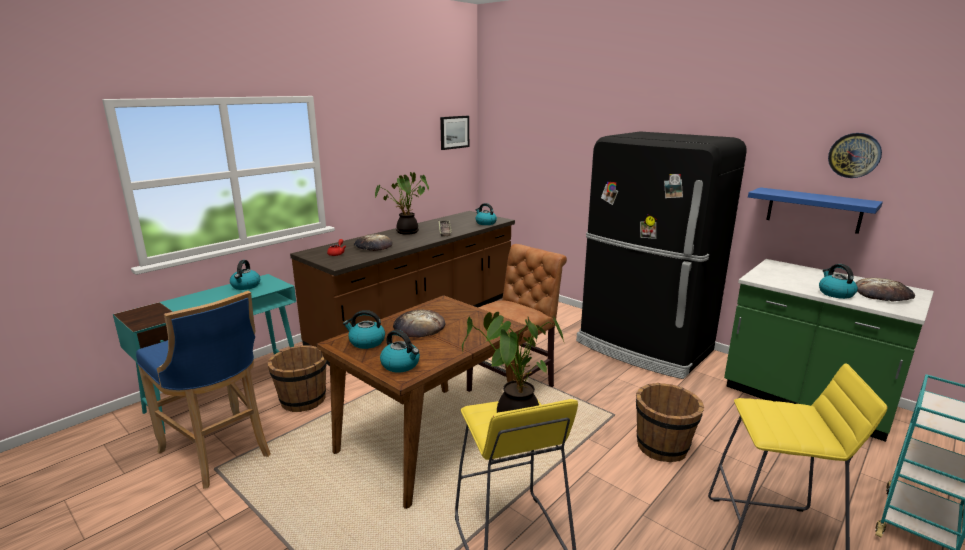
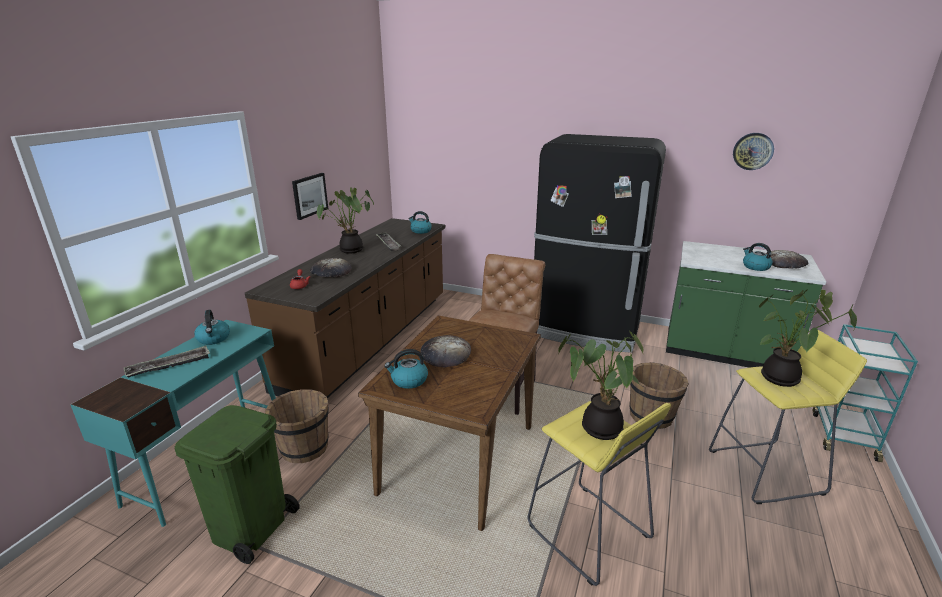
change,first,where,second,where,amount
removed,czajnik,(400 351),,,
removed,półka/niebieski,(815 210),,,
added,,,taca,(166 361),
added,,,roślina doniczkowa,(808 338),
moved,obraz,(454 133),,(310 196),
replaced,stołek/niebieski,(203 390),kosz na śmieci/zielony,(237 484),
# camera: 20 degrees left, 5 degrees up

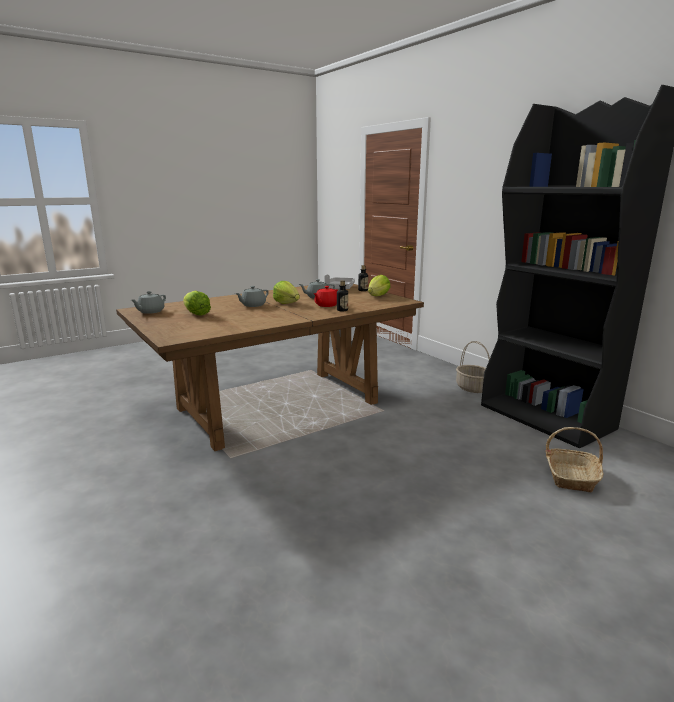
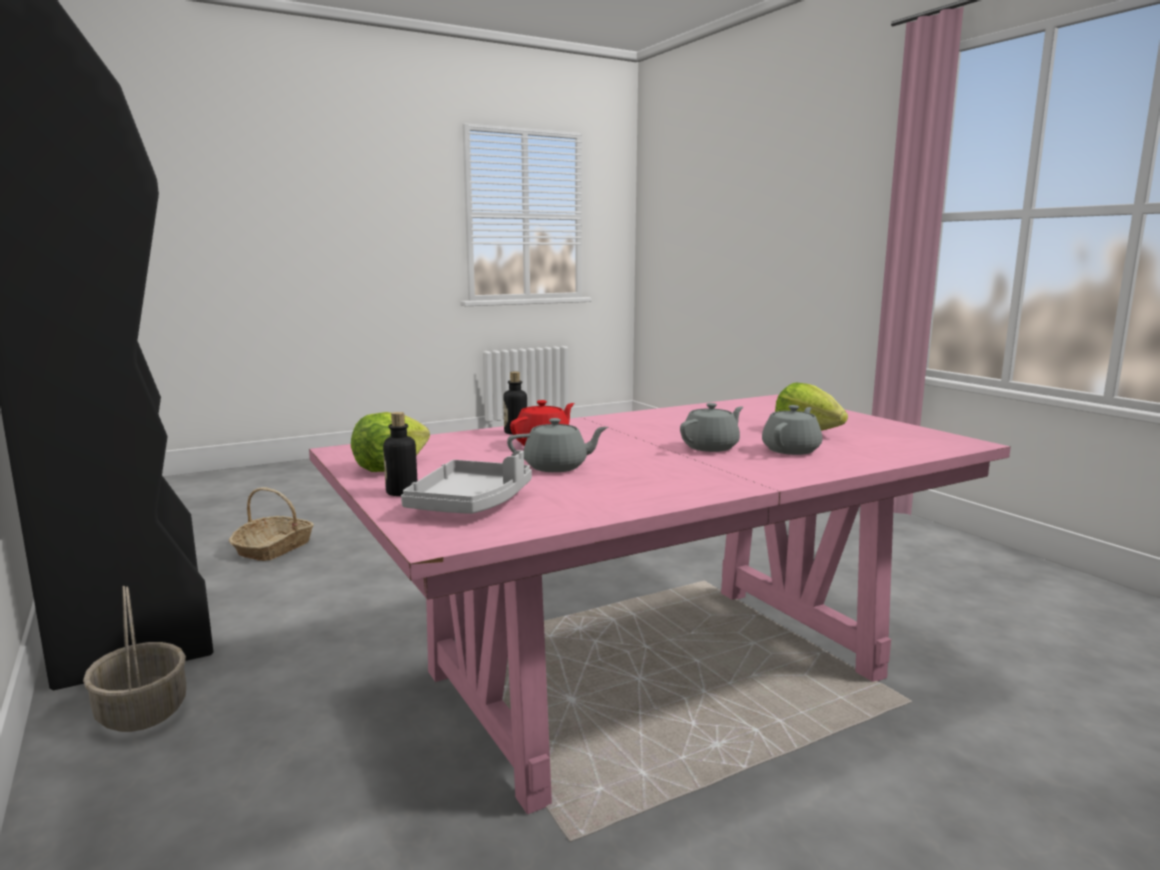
change,first,where,second,where,amount
removed,sałata,(286 292),,,
moved,imbryk/szary,(148 302),,(792 430),
recoloured,stół jadalny/brązowy,(270 367),stół jadalny/różowy,(660 604),
# camera: 175 degrees left, 5 degrees down

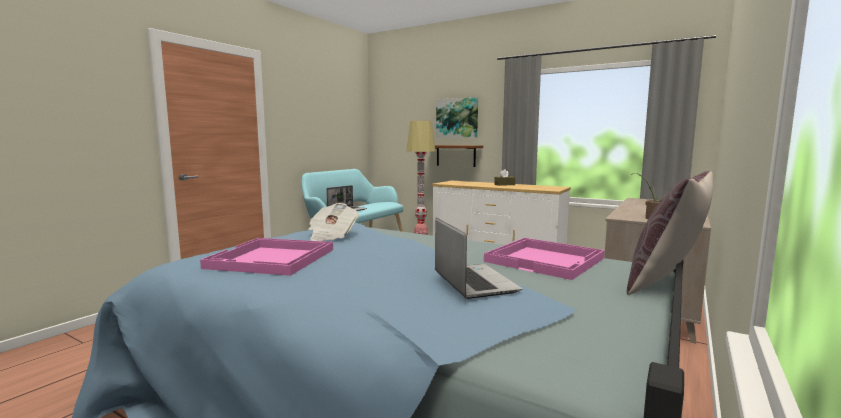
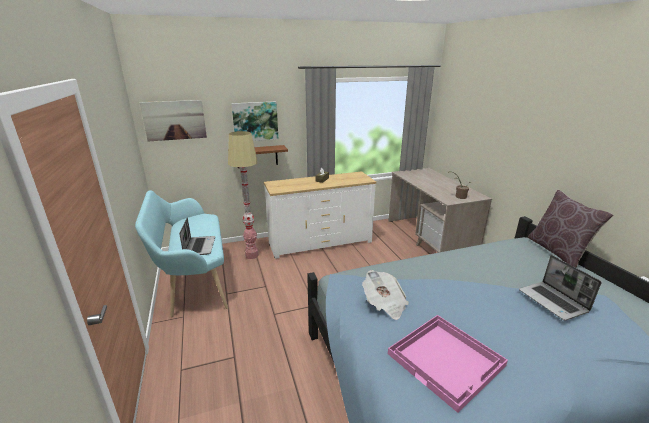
change,first,where,second,where,amount
removed,taca/różowy,(544 259),,,
added,,,obraz,(173 120),
turned,laptop,(479 258),,(560 288),135 degrees counterclockwise
# camera: 50 degrees left, 15 degrees up

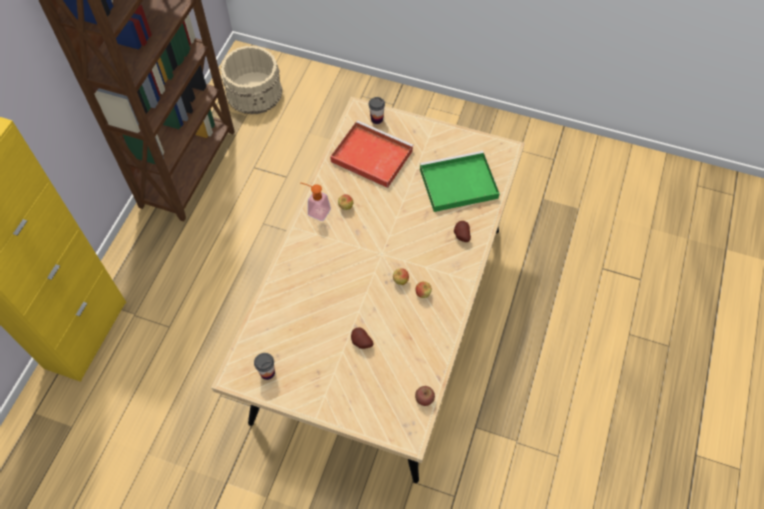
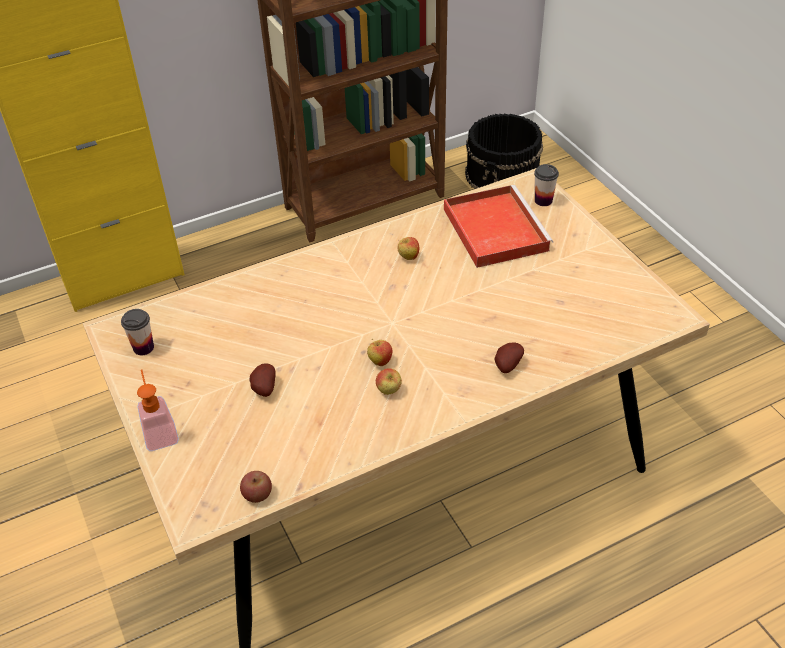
change,first,where,second,where,amount
removed,taca/zielony,(460 181),,,
moved,dozownik mydła,(315 201),,(158 410),
recoloured,wiadro/beżowy,(252 80),wiadro/czarny,(504 151),
# camera: 45 degrees right, 15 degrees down

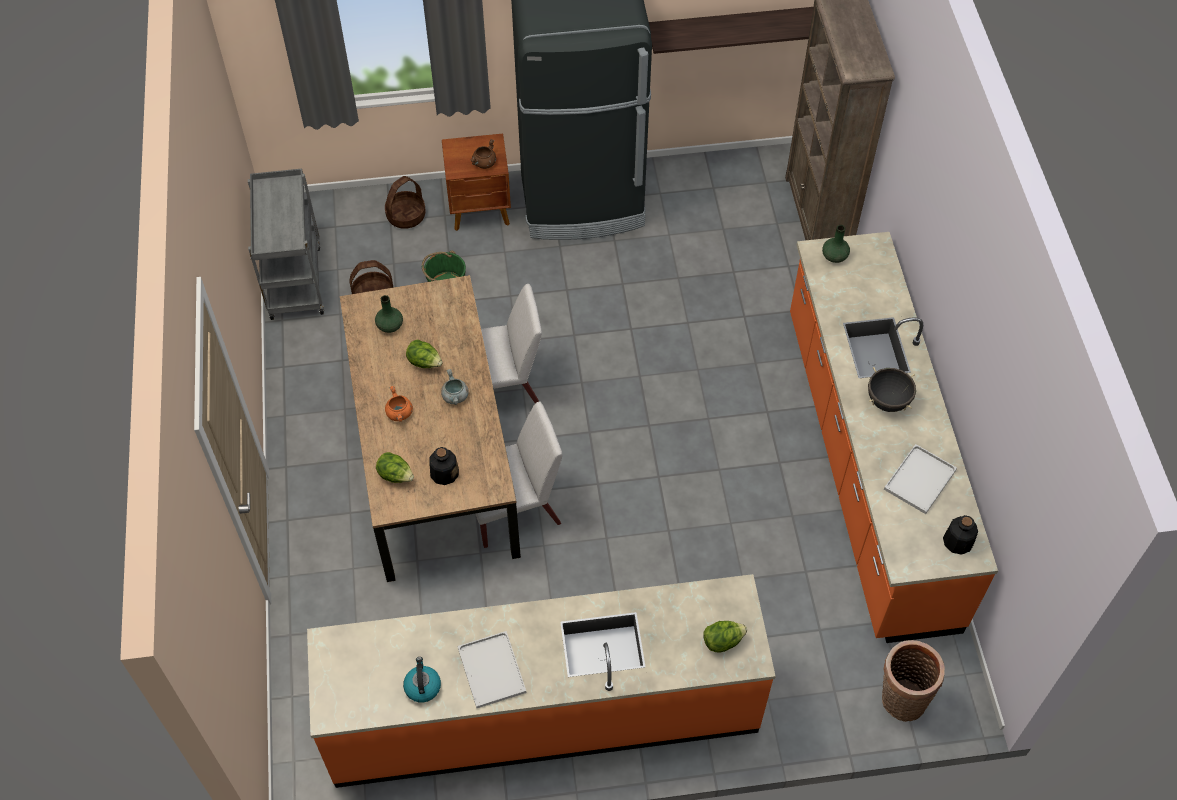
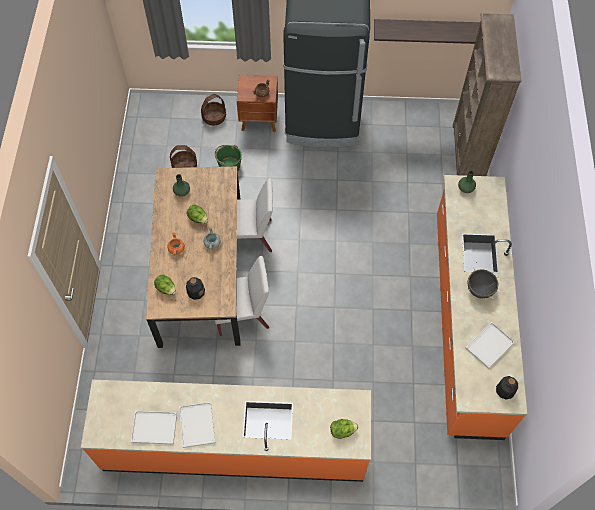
change,first,where,second,where,amount
removed,wózek/szary,(286 244),,,
removed,koszyk,(913 681),,,
replaced,czajnik,(422 679),taca/biały,(154 427),
# camera: 10 degrees right, 5 degrees up

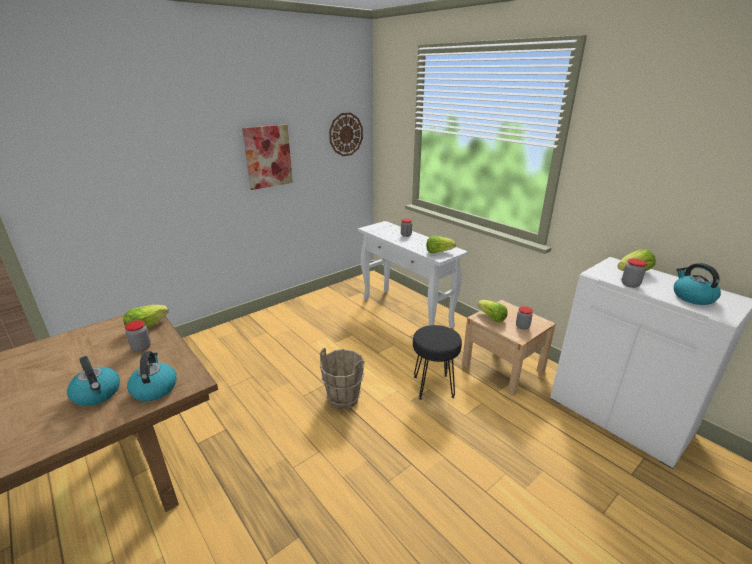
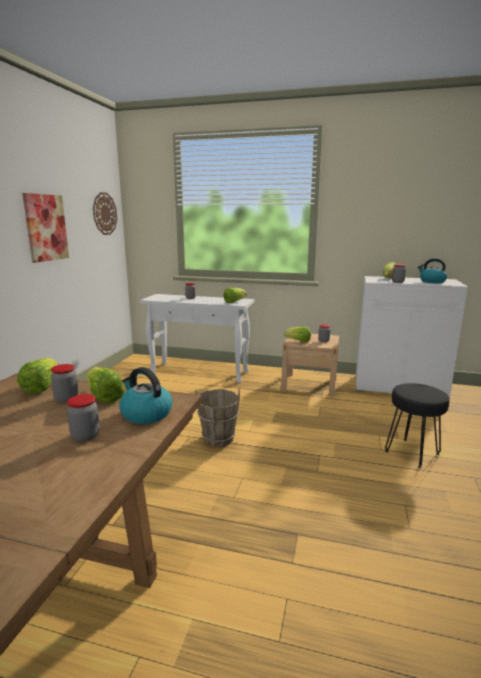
change,first,where,second,where,amount
added,,,sałata,(106 385),
moved,stołek/czarny,(437 362),,(417 425),
replaced,czajnik,(93 381),słoik,(83 418),
# camera: 35 degrees left, 10 degrees down

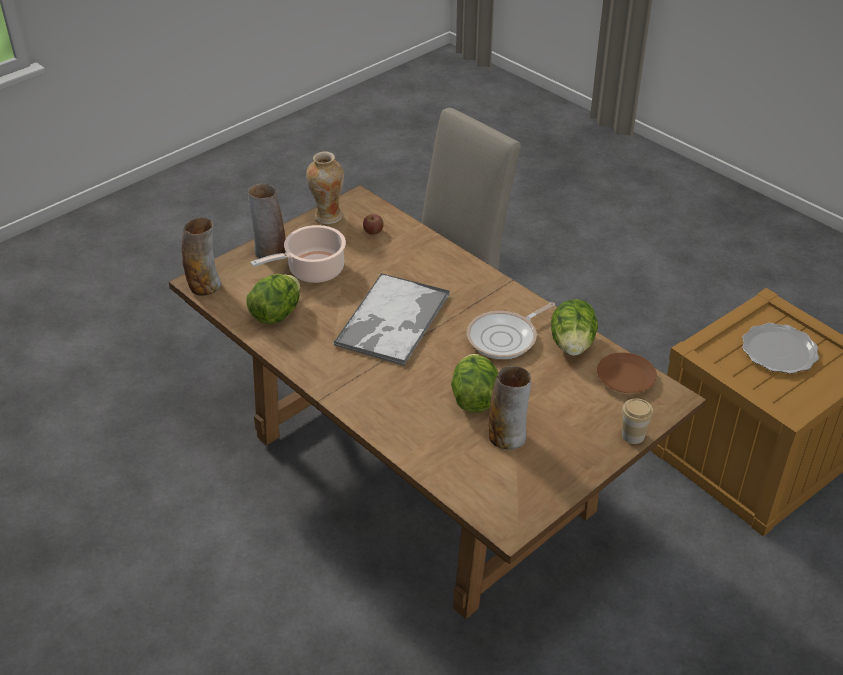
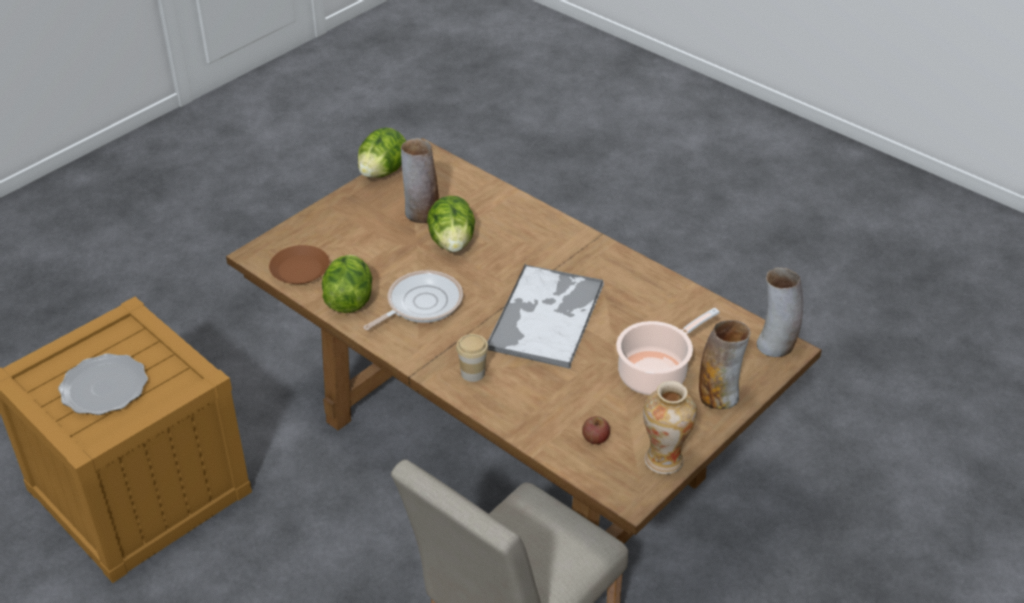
change,first,where,second,where,amount
moved,sałata,(274 299),,(382 153),
moved,filiżanka,(637 421),,(472 358),
# camera: 175 degrees right, 0 degrees up

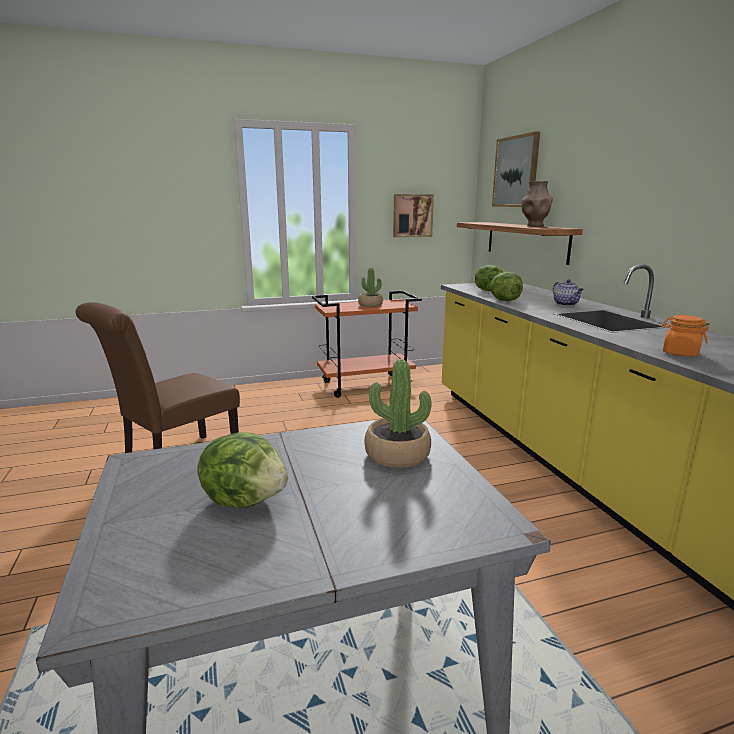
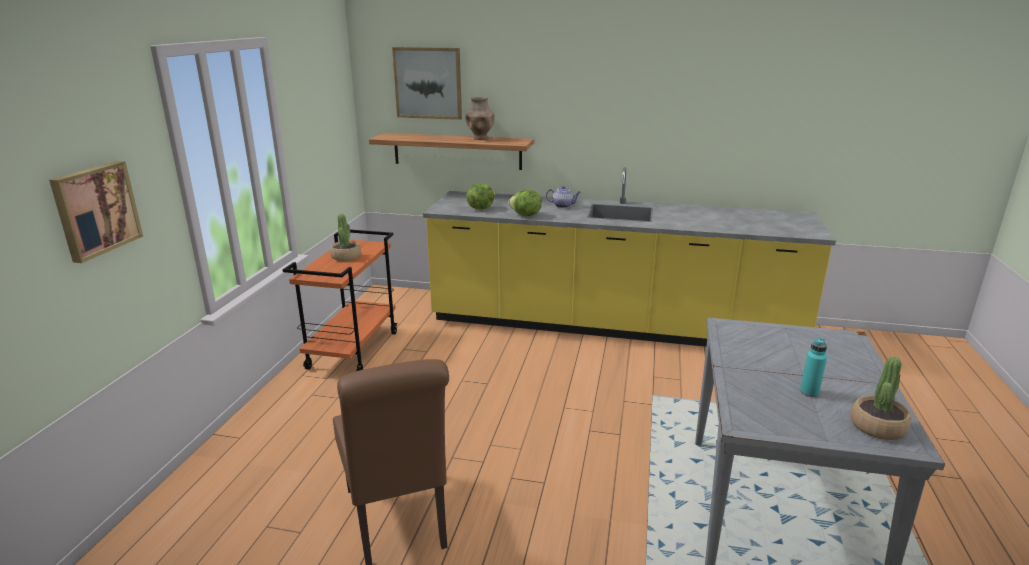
change,first,where,second,where,amount
removed,słoik/pomarańczowy,(685 335),,,
moved,roślina doniczkowa,(398 414),,(880 398),
moved,obraz,(413 215),,(96 212),
replaced,sałata,(242 470),butelka/turkusowy,(813 367),
# camera: 60 degrees left, 5 degrees up

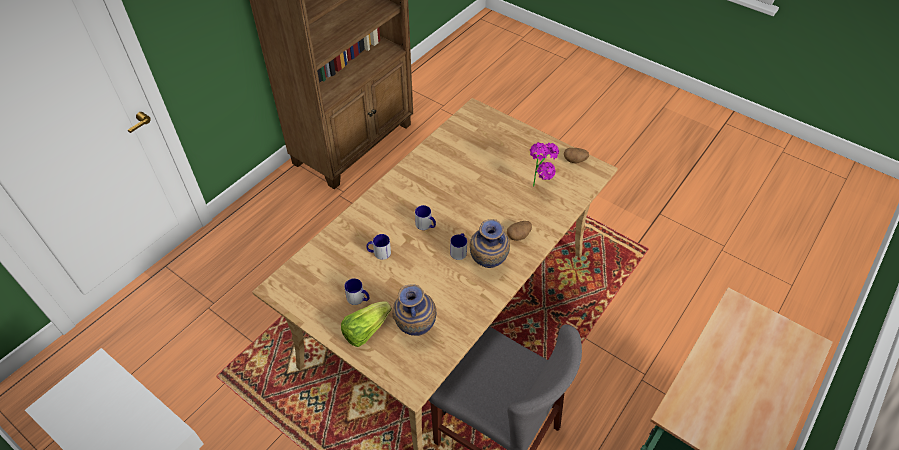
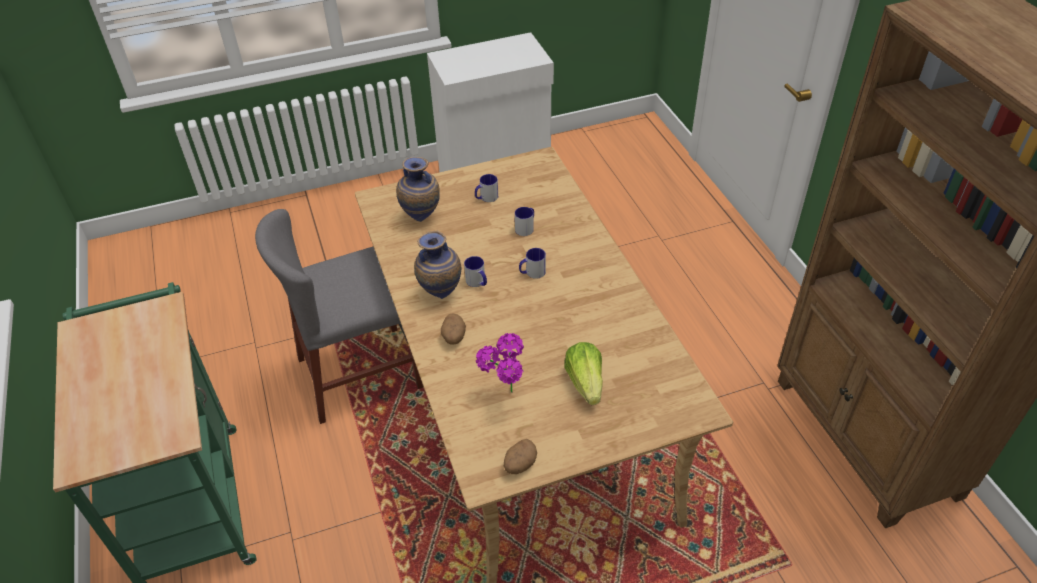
change,first,where,second,where,amount
moved,sałata,(366 324),,(583 373),
# camera: 125 degrees right, 5 degrees down

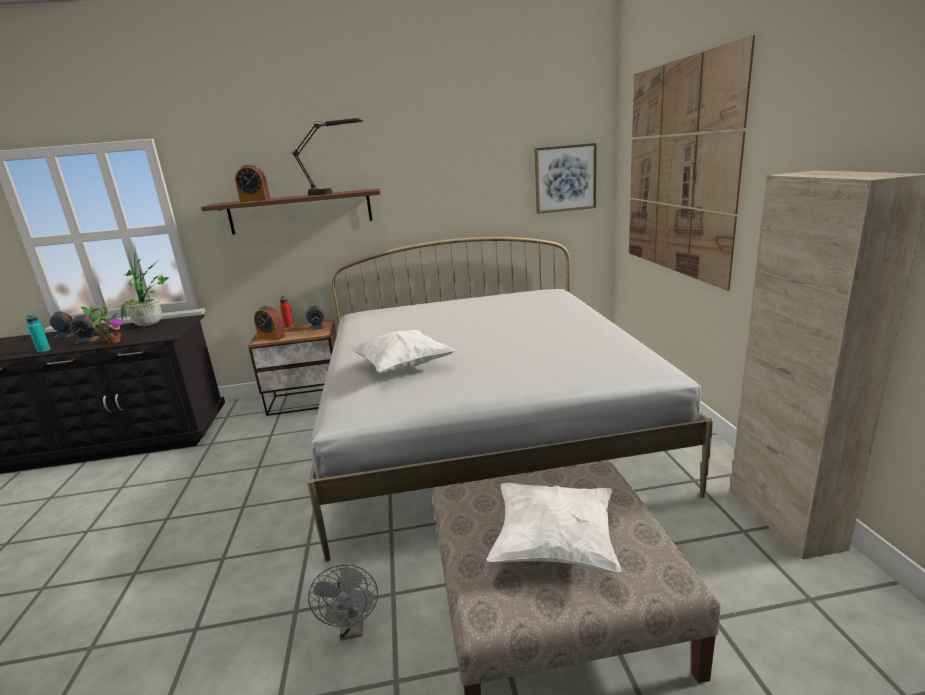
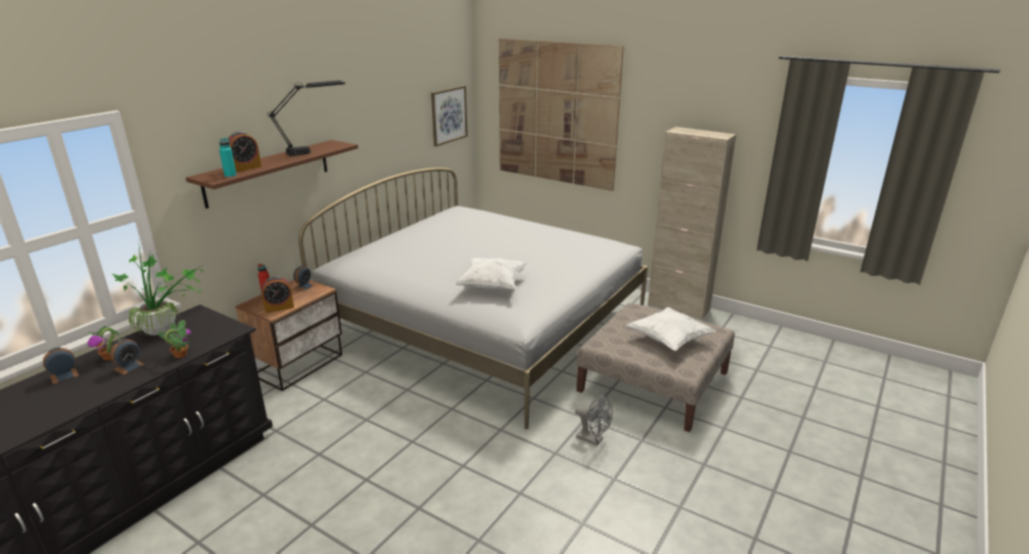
change,first,where,second,where,amount
moved,butelka/turkusowy,(38 333),,(228 158),
# camera: 50 degrees left, 5 degrees up

